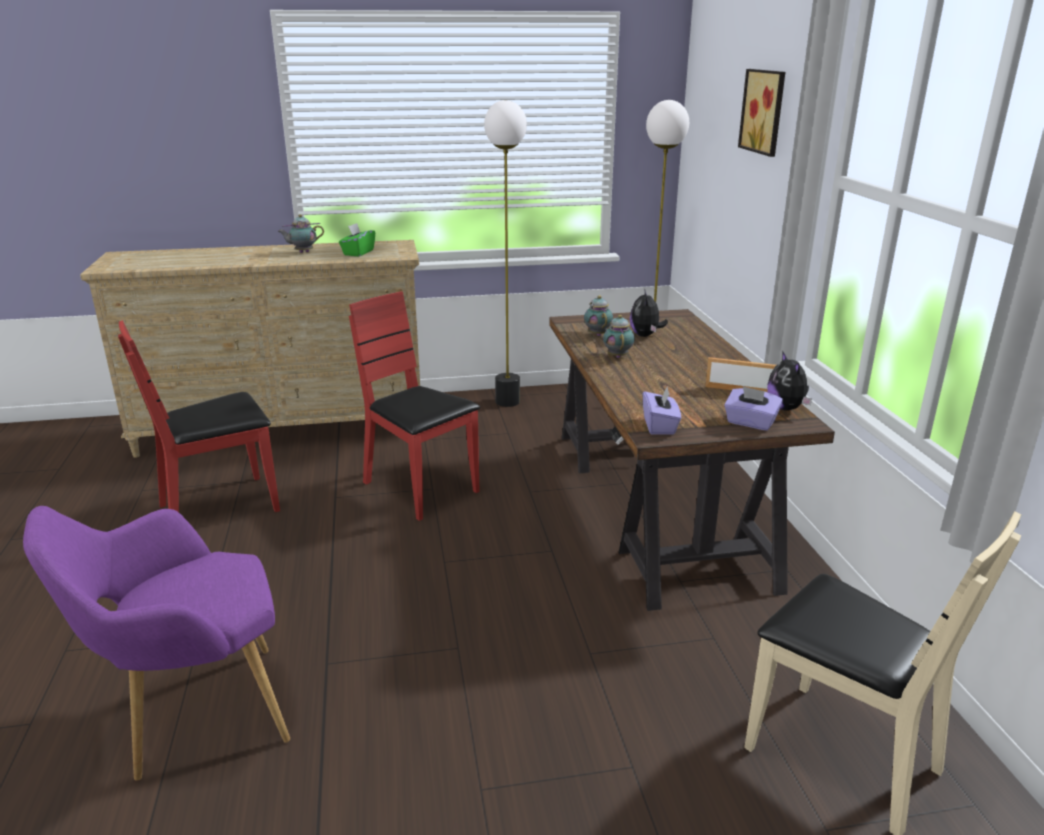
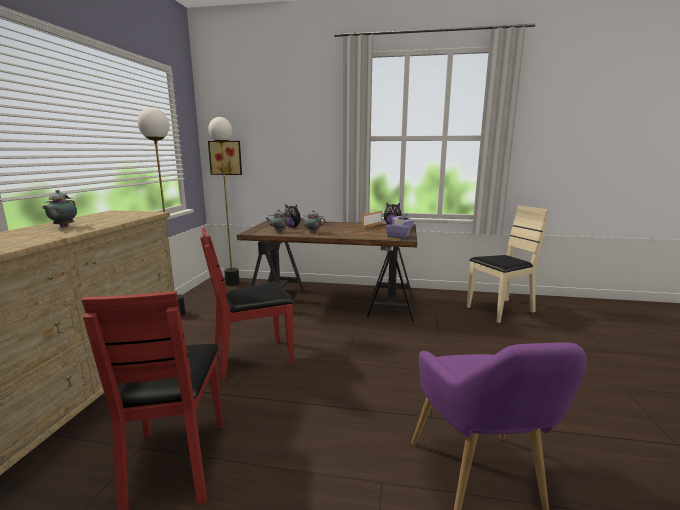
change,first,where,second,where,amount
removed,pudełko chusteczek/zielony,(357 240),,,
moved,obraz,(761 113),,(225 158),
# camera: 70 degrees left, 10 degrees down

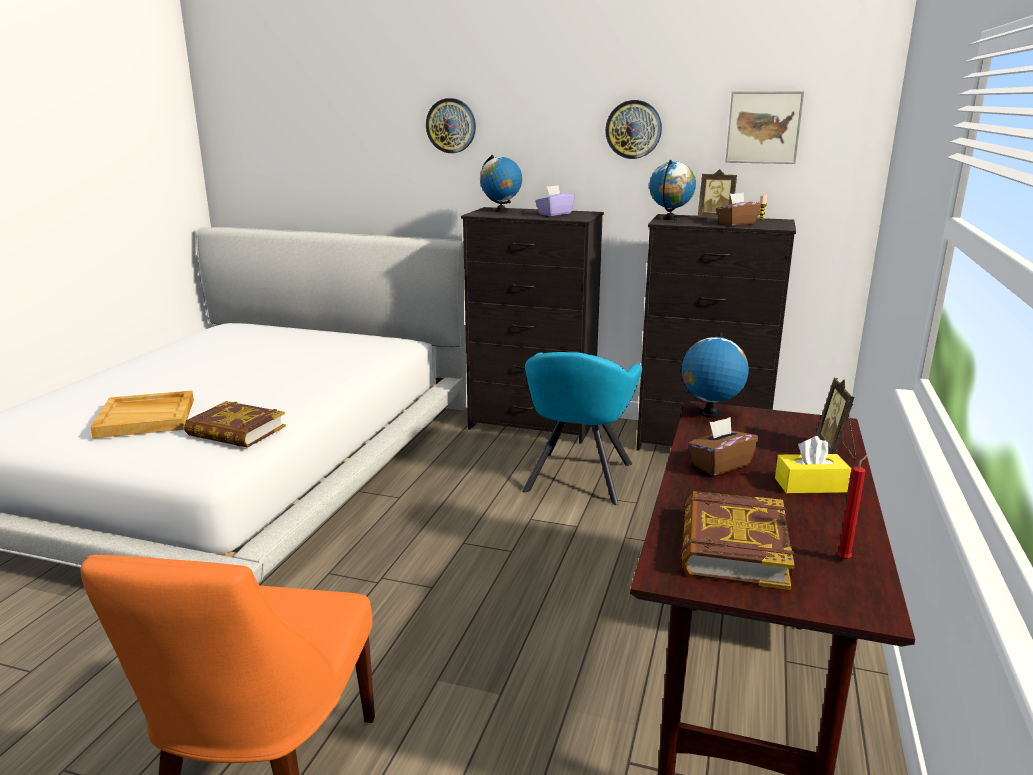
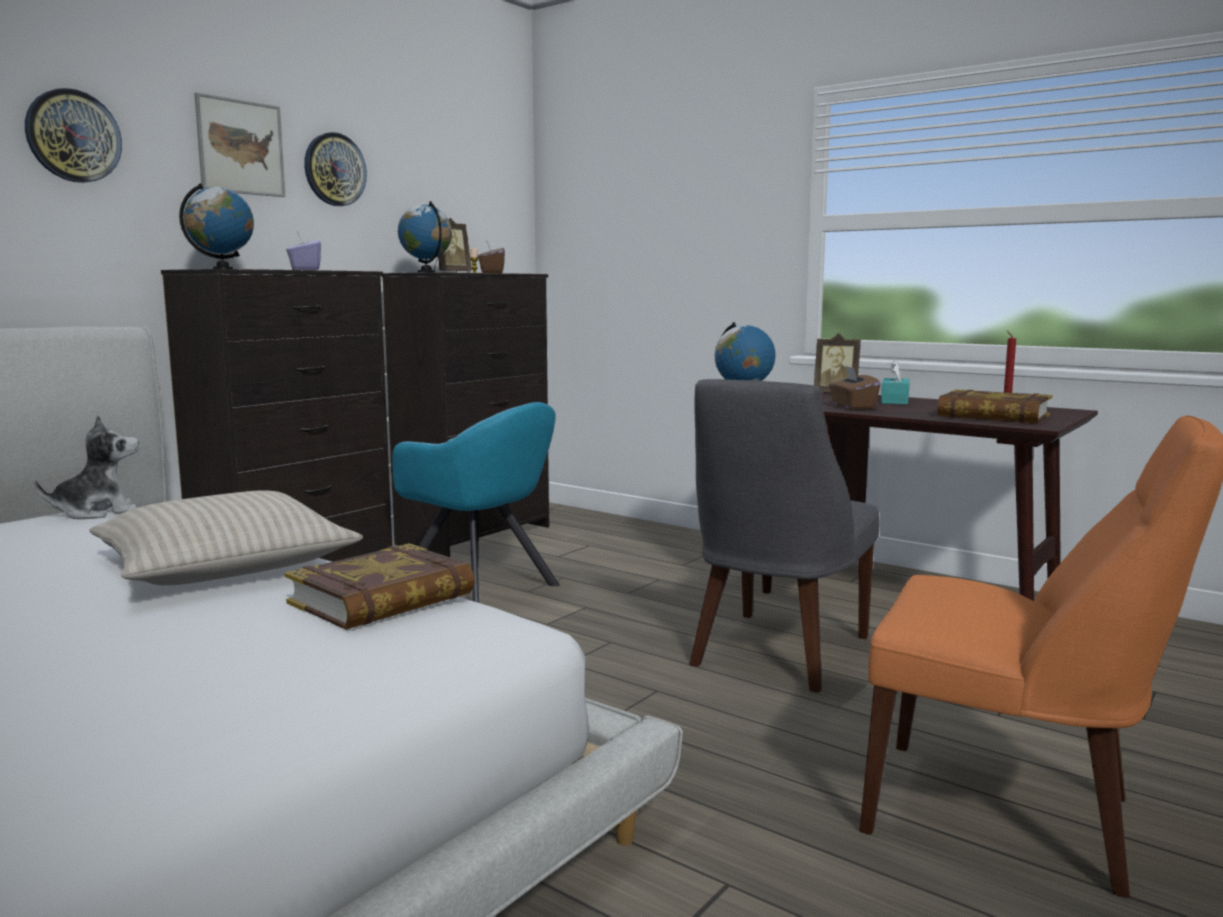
change,first,where,second,where,amount
removed,taca/beżowy,(142 414),,,
added,,,pluszak,(87 467),
added,,,poduszka/beżowy,(226 538),
added,,,krzesło/szary,(784 536),
moved,obraz,(765 127),,(239 144),
recoloured,pudełko chusteczek/żółty,(813 464),pudełko chusteczek/turkusowy,(895 383),
# camera: 70 degrees left, 10 degrees down

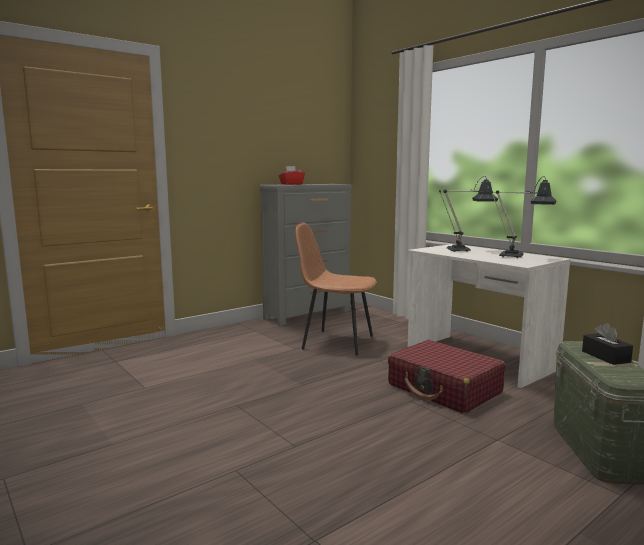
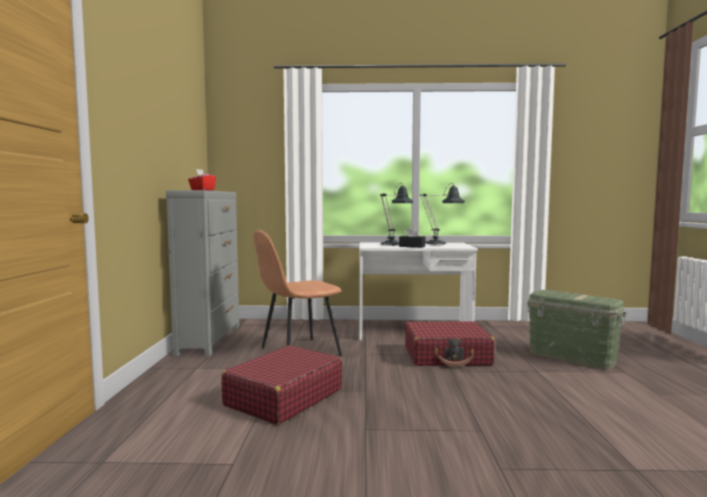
change,first,where,second,where,amount
added,,,walizka/czerwony,(282 385),
moved,pudełko chusteczek/czarny,(607 344),,(412 237),
# camera: 50 degrees left, 5 degrees down

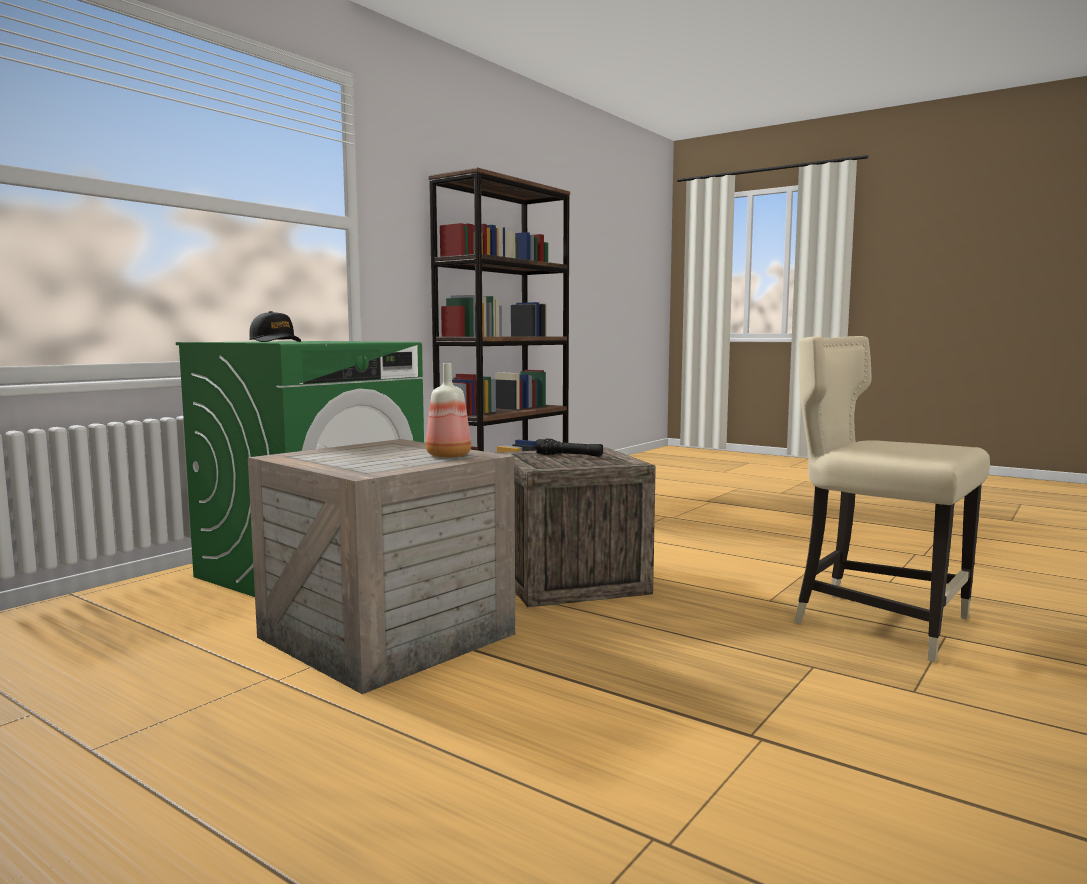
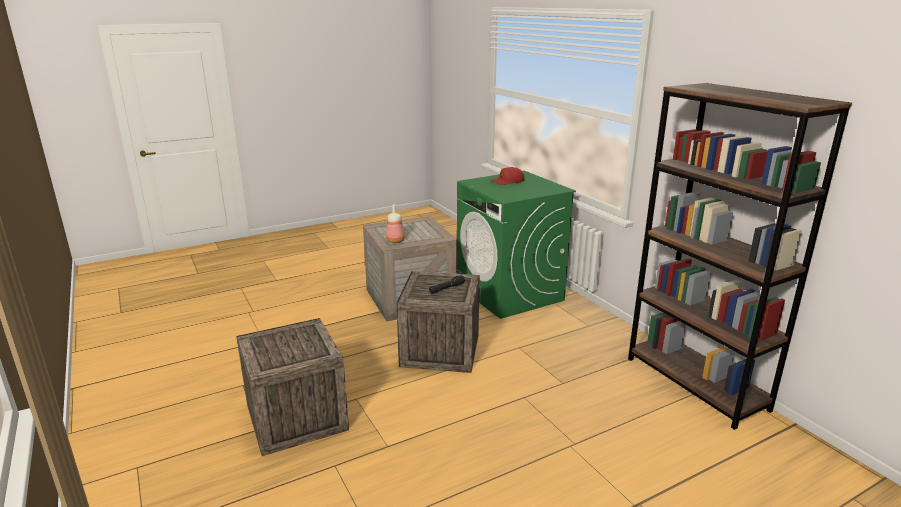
change,first,where,second,where,amount
replaced,krzesło/beżowy,(892 499),skrzynka,(292 387),
recoloured,czapka z daszkiem/czarny,(275 326),czapka z daszkiem/czerwony,(508 176),
# camera: 115 degrees right, 15 degrees up

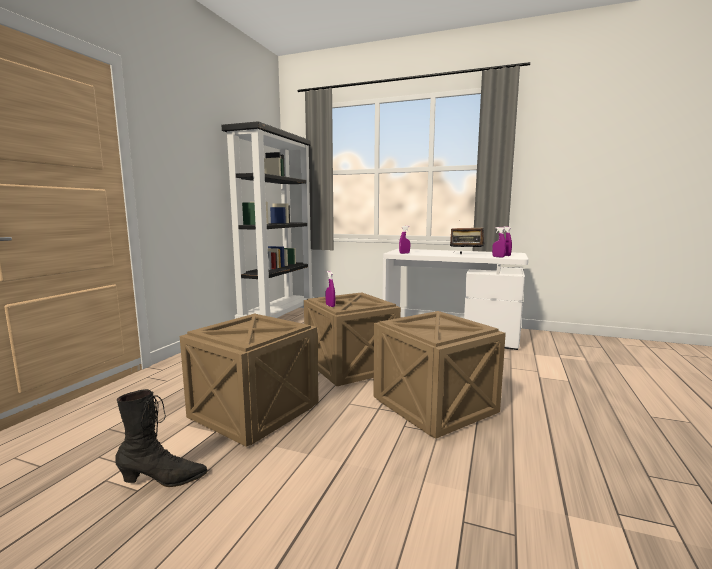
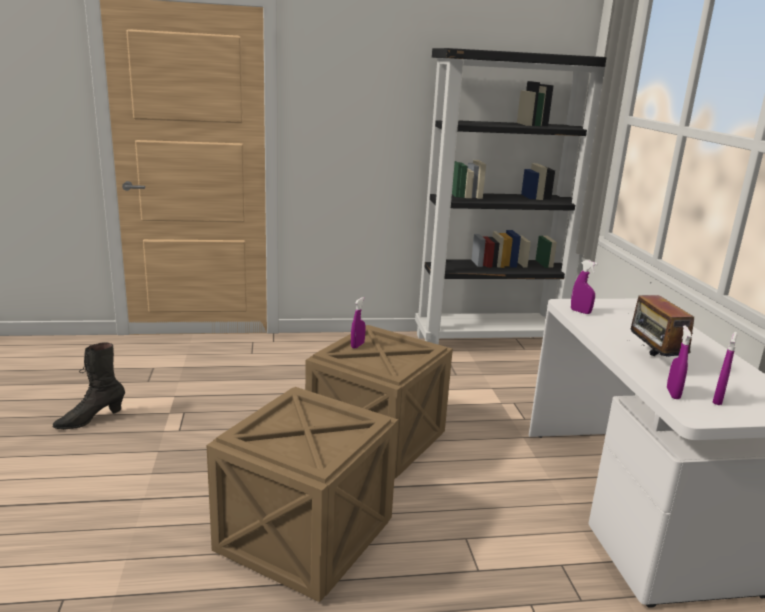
change,first,where,second,where,amount
removed,skrzynka,(249 380),,,
turned,but z cholewką/czarny,(161 438),,(88 386),90 degrees clockwise
# camera: 60 degrees right, 10 degrees up

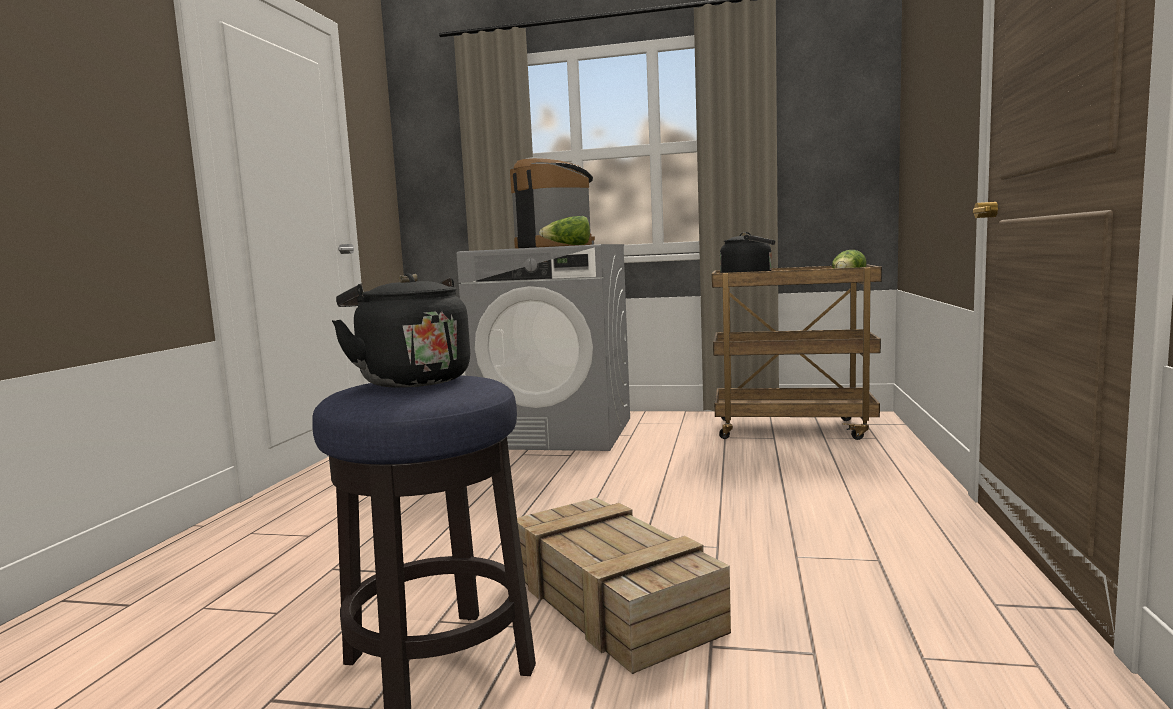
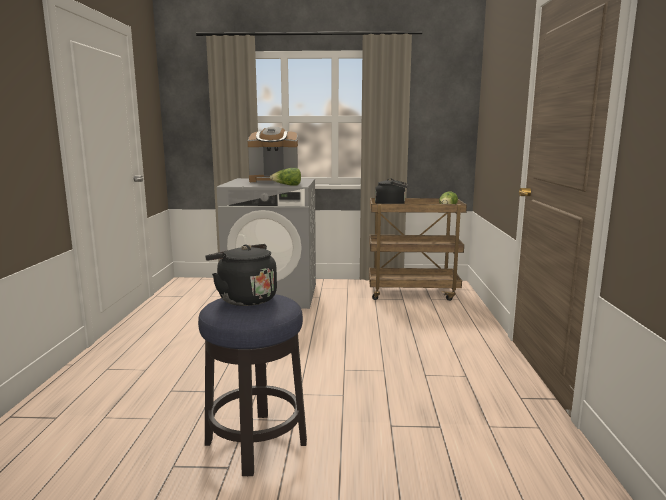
change,first,where,second,where,amount
removed,skrzynka,(624 585),,,
turned,ekspres do kawy,(552 203),,(273 155),135 degrees clockwise
# camera: 10 degrees left, 5 degrees up

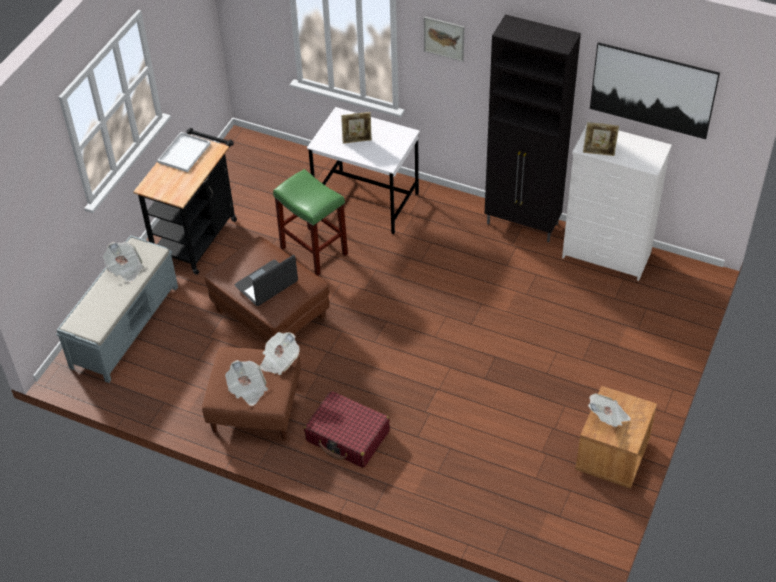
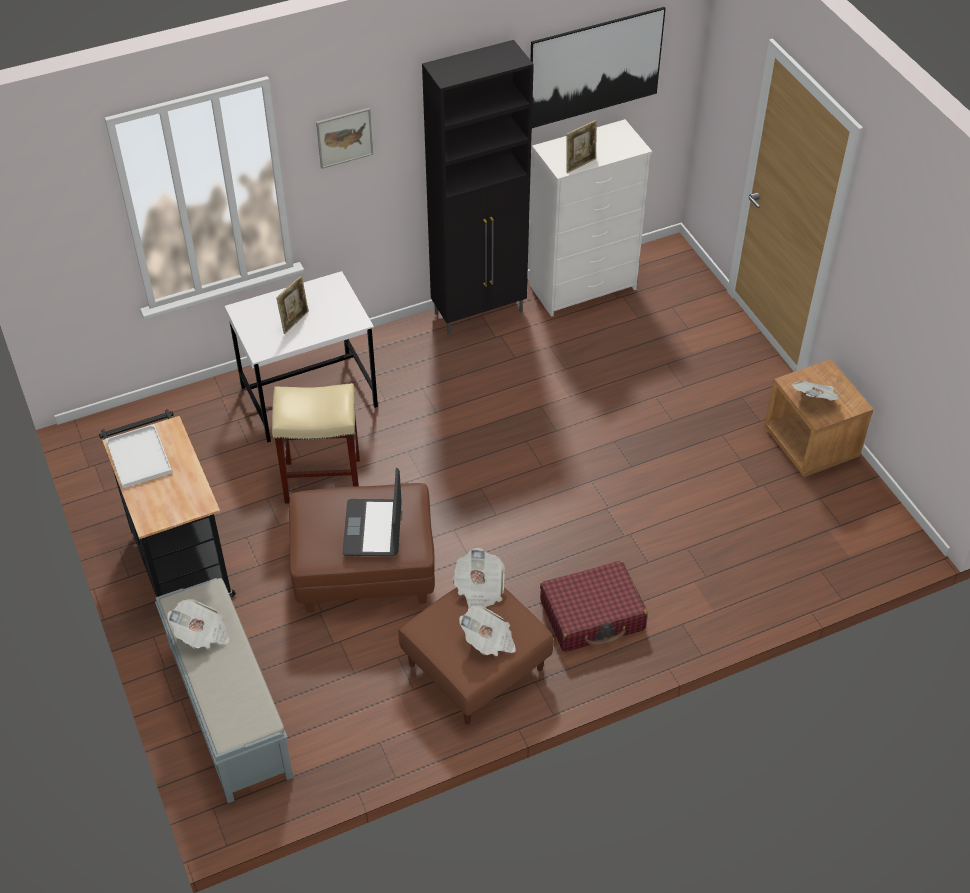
change,first,where,second,where,amount
recoloured,stołek/zielony,(310 222),stołek/beżowy,(316 443),
# camera: 50 degrees left, 0 degrees up

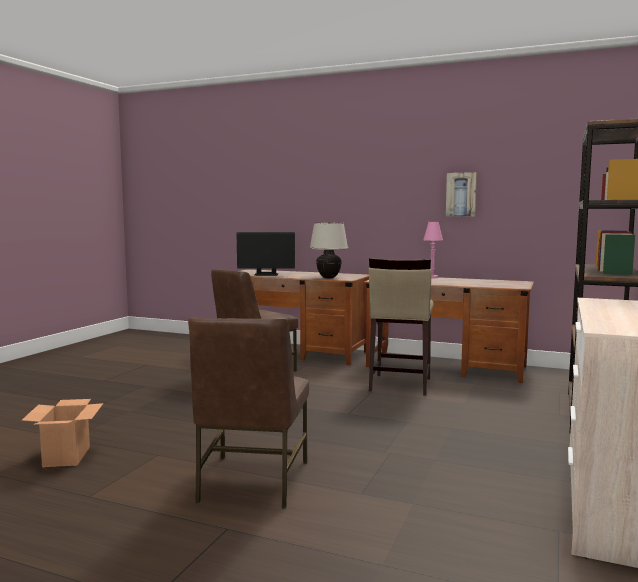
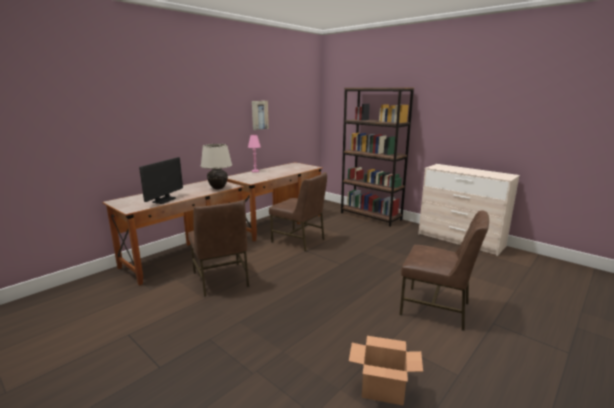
change,first,where,second,where,amount
replaced,stołek/beżowy,(401 327),krzesło/brązowy,(298 212),
# camera: 70 degrees left, 10 degrees up

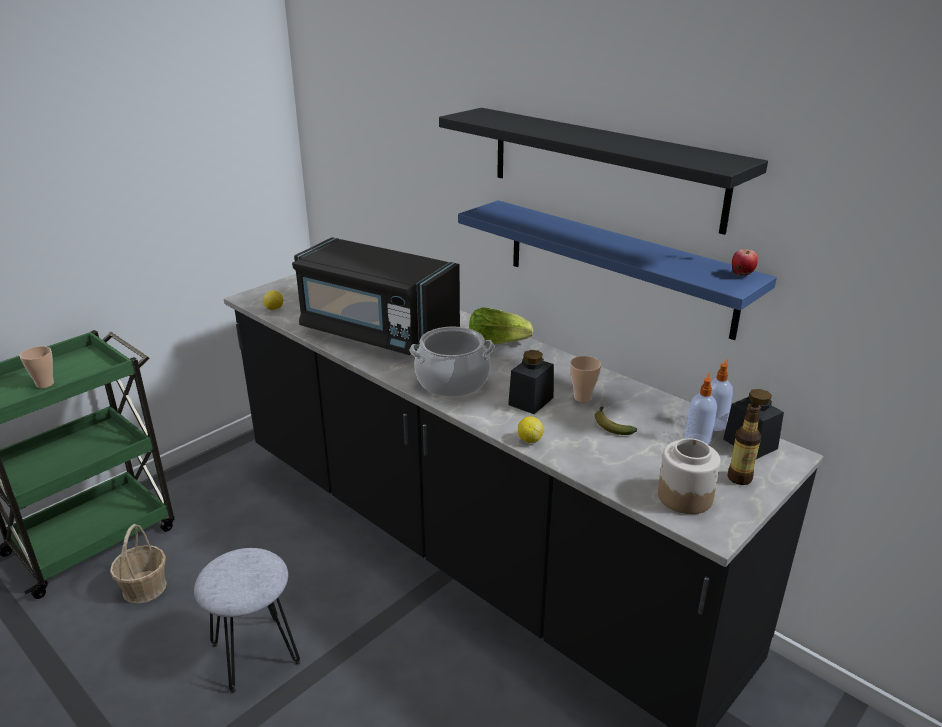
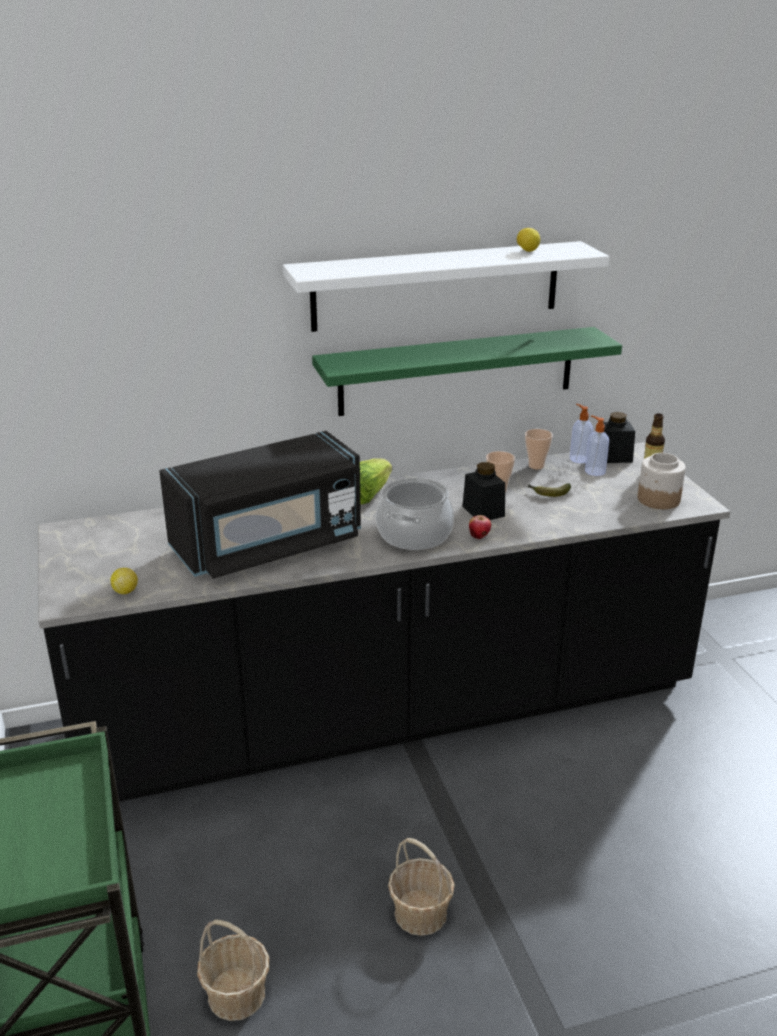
change,first,where,second,where,amount
moved,filiżanka,(37 367),,(539 449),
moved,cytryna,(531 429),,(528 240),
moved,jabłko,(745 262),,(480 527),
replaced,stołek/szary,(247 621),koszyk,(421 887),
recoloured,półka/czarny,(603 171),półka/biały,(446 286),
recoloured,półka/niebieski,(617 270),półka/zielony,(467 371),
# camera: 60 degrees left, 0 degrees up

